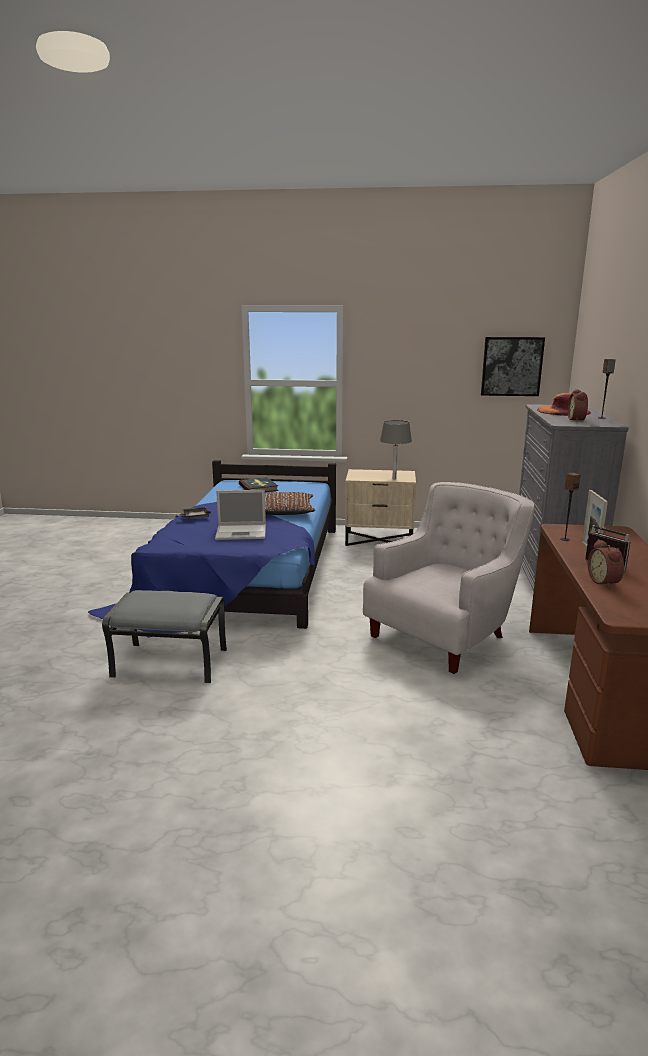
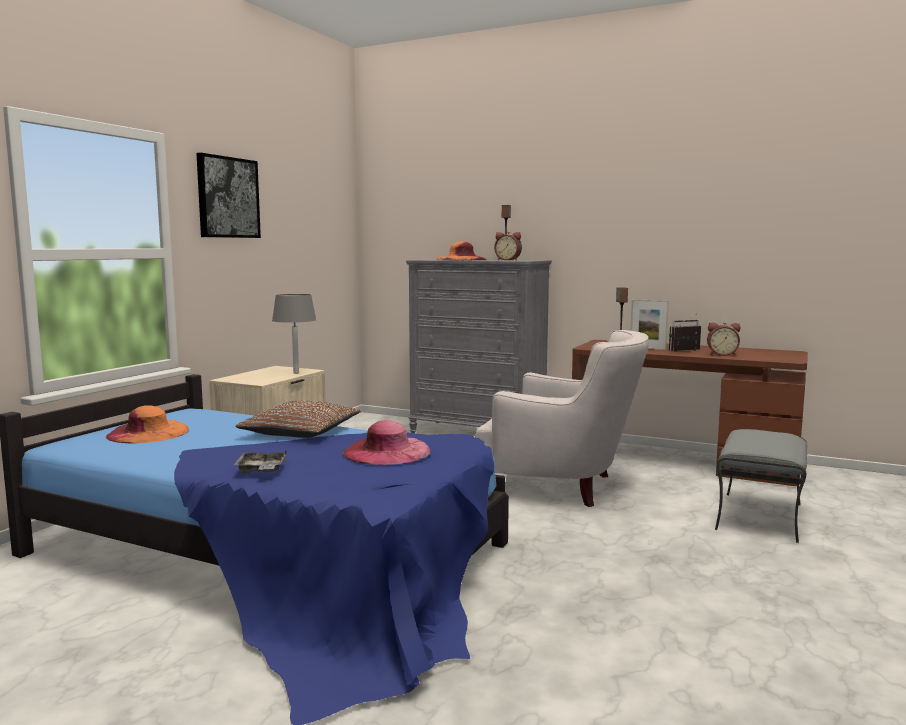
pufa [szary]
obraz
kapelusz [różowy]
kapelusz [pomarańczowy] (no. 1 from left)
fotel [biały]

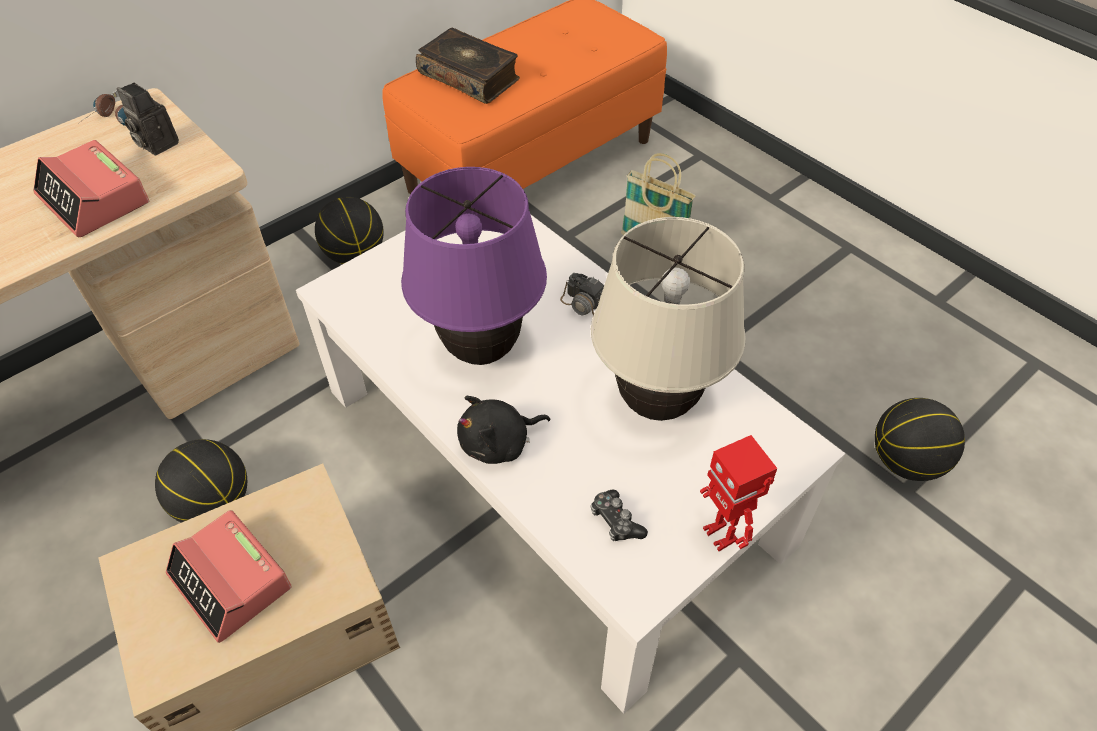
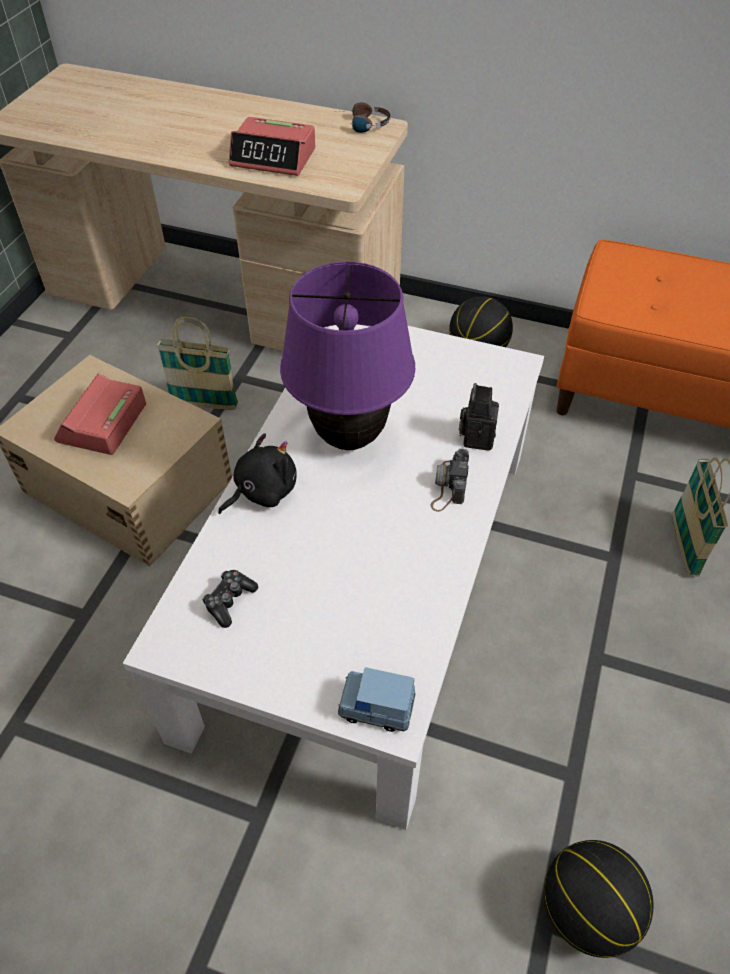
książka
lampa stołowa [beżowy]
robot zabawkowy
samochodzik [niebieski]
aparat fotograficzny (no. 2 from left)
koszyk (no. 1 from left)
budzik (no. 2 from left)
pluszak [czarny]

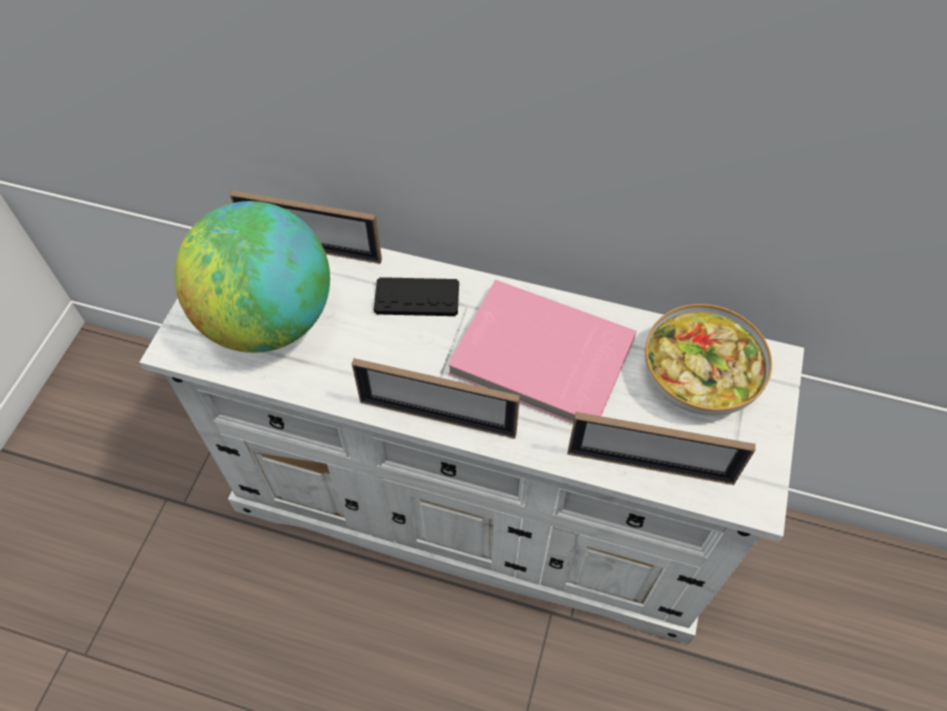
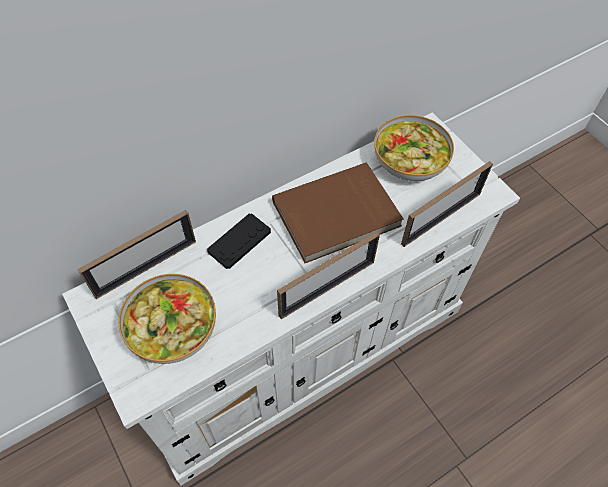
miska (no. 1 from left)
książka [brązowy]

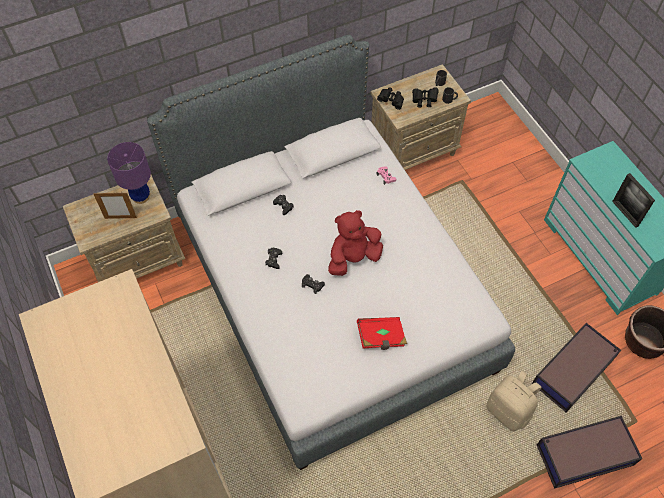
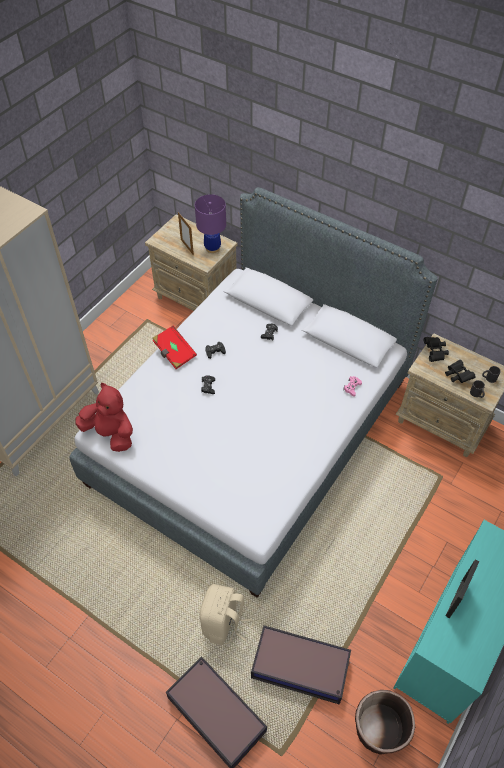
pluszak [czerwony]
książka [czerwony]

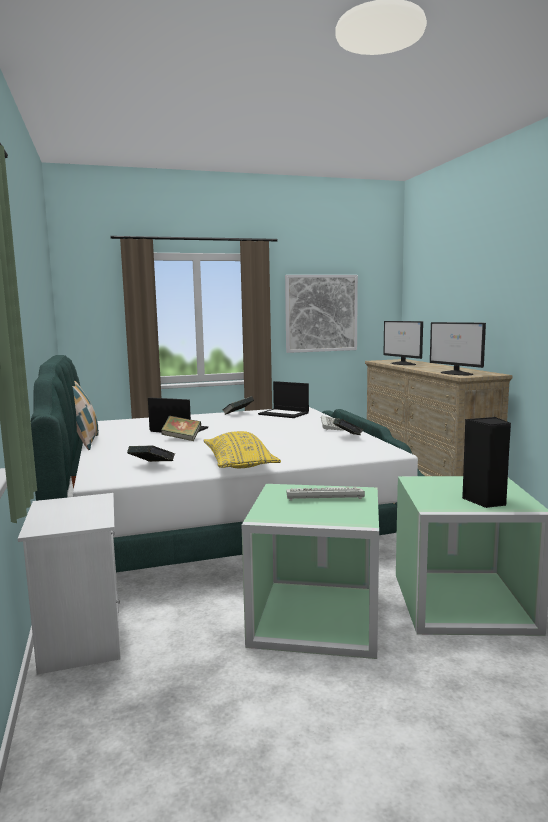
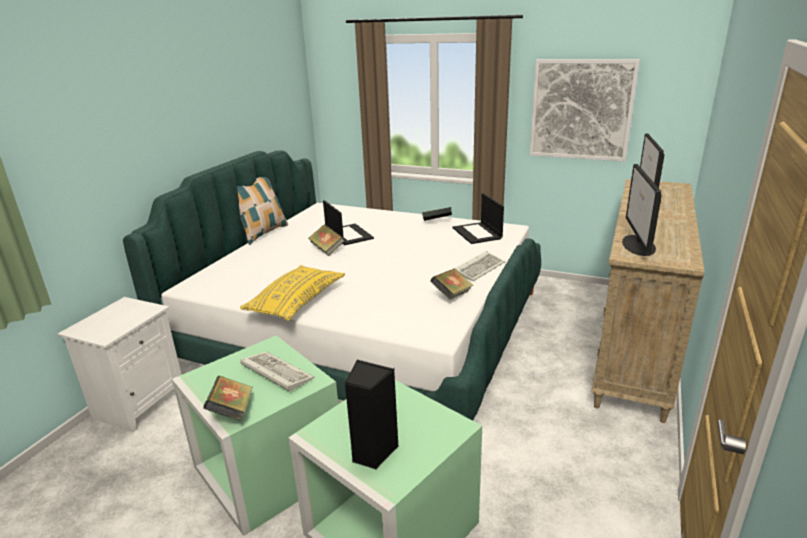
książka (no. 1 from left)

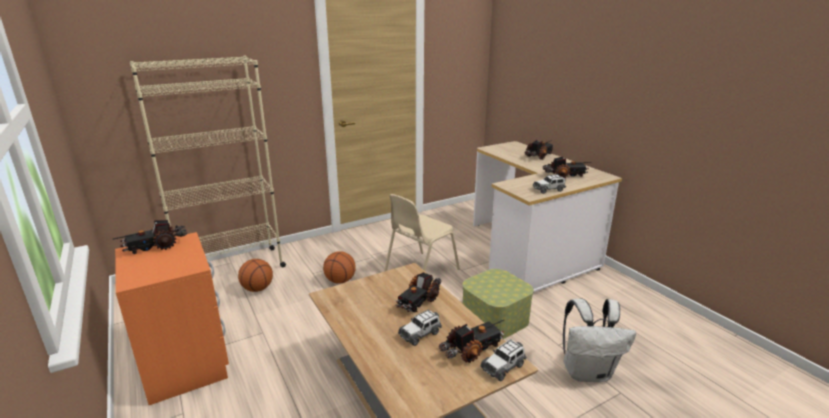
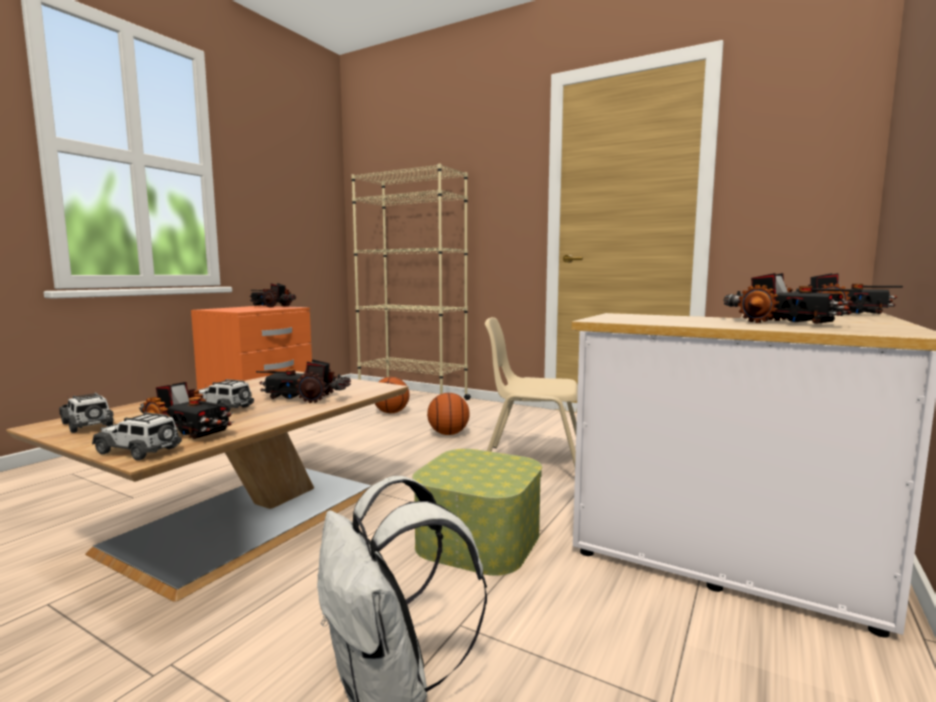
samochodzik (no. 1 from left)

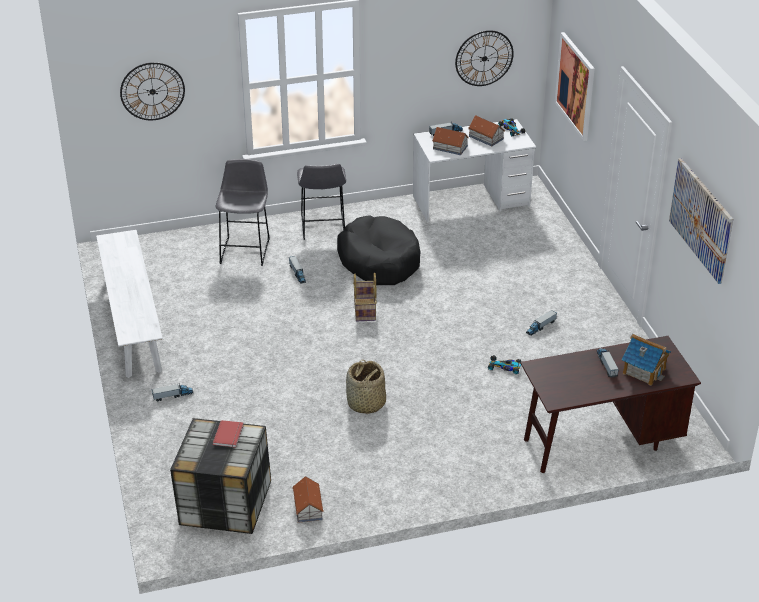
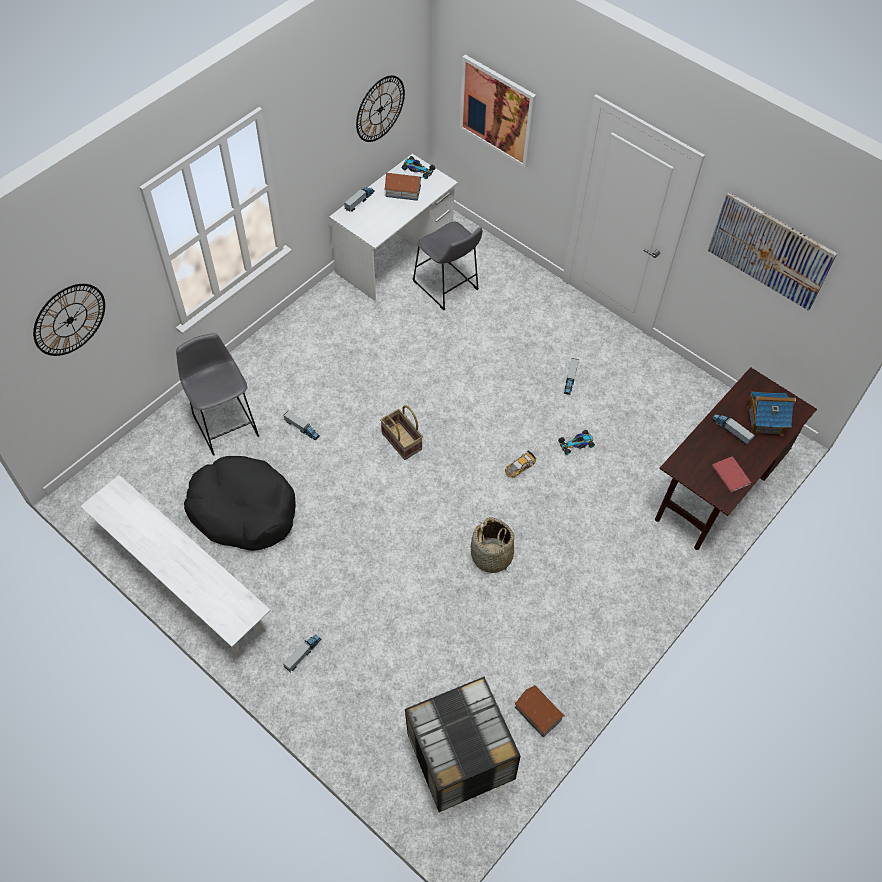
domek (no. 2 from left in the first image)
samochodzik (no. 2 from left)
książka [czerwony]
stołek [szary] (no. 2 from left)
legowisko [czarny]

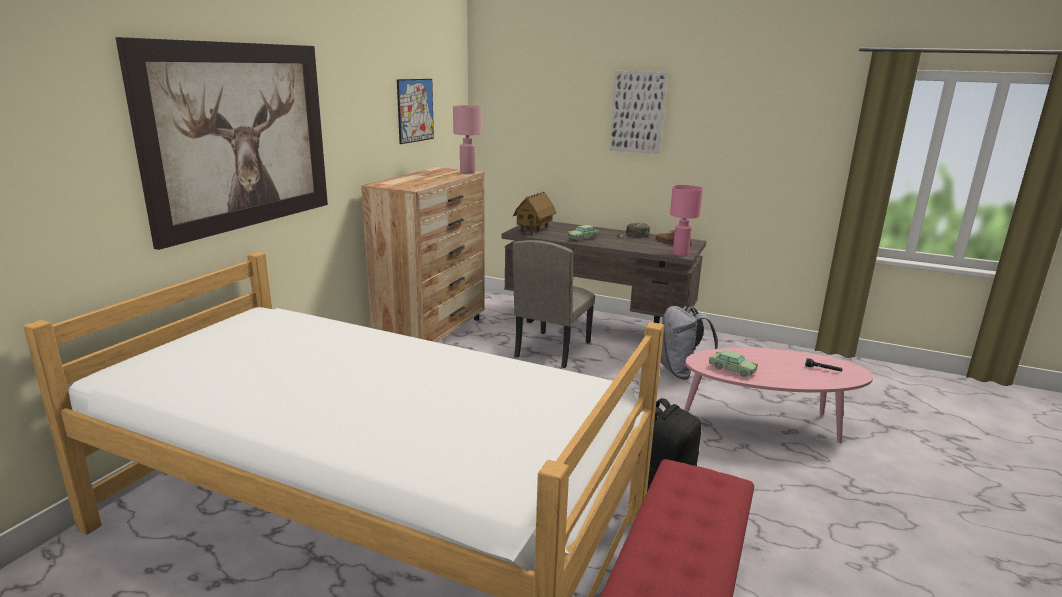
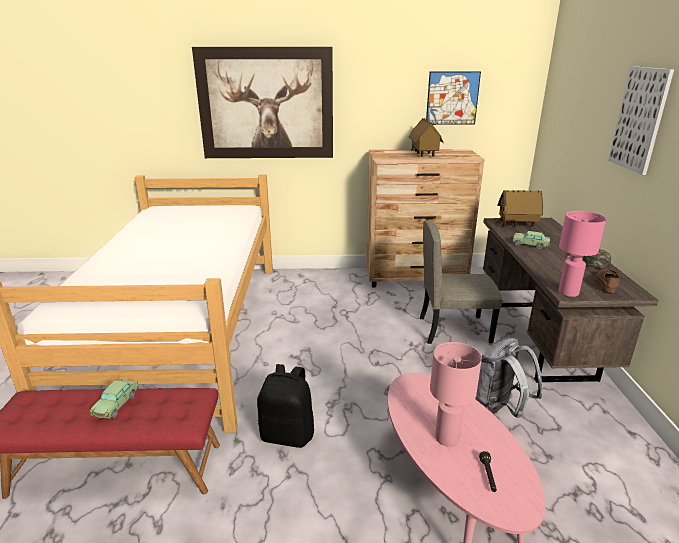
domek (no. 1 from left)
lampa stołowa [różowy] (no. 1 from left)
samochodzik (no. 1 from left)

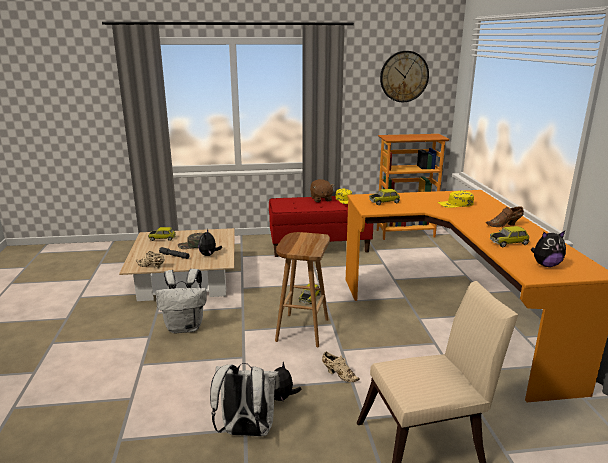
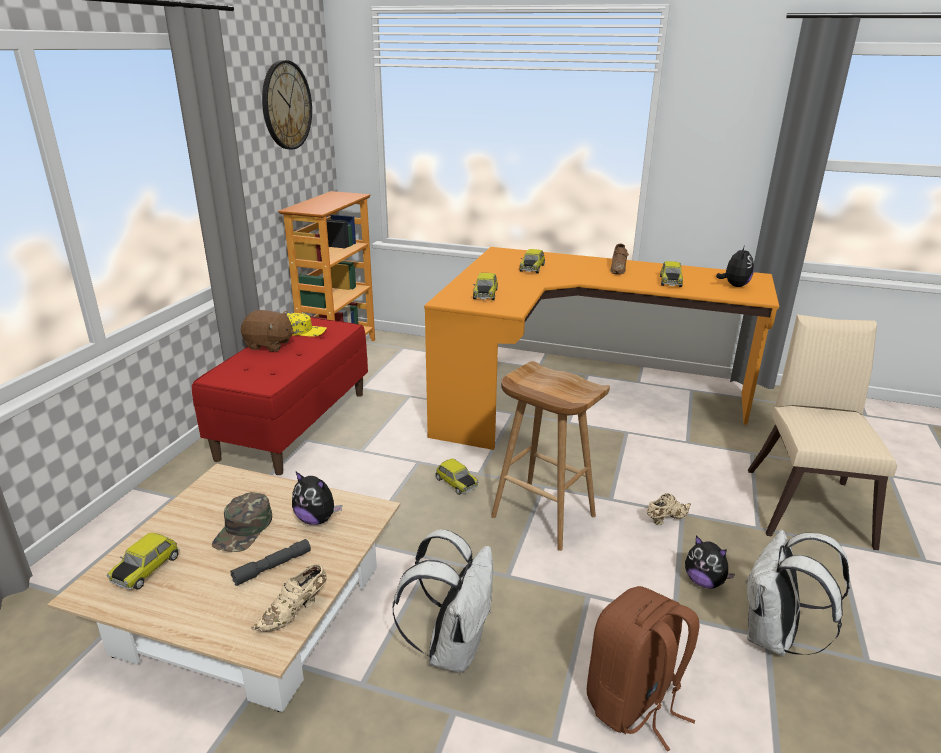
plecak [brązowy]
samochodzik (no. 4 from left)

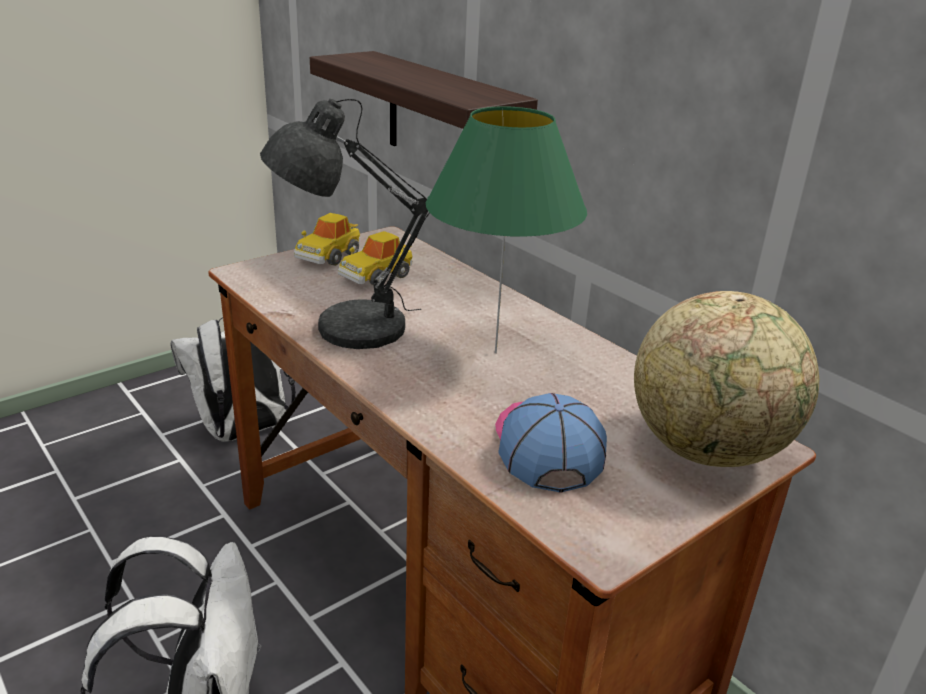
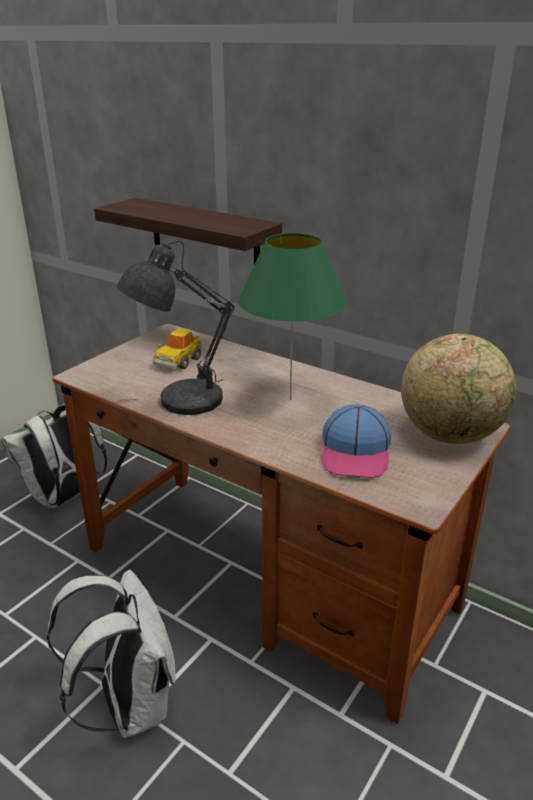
samochodzik (no. 1 from left in the first image)
czapka z daszkiem

